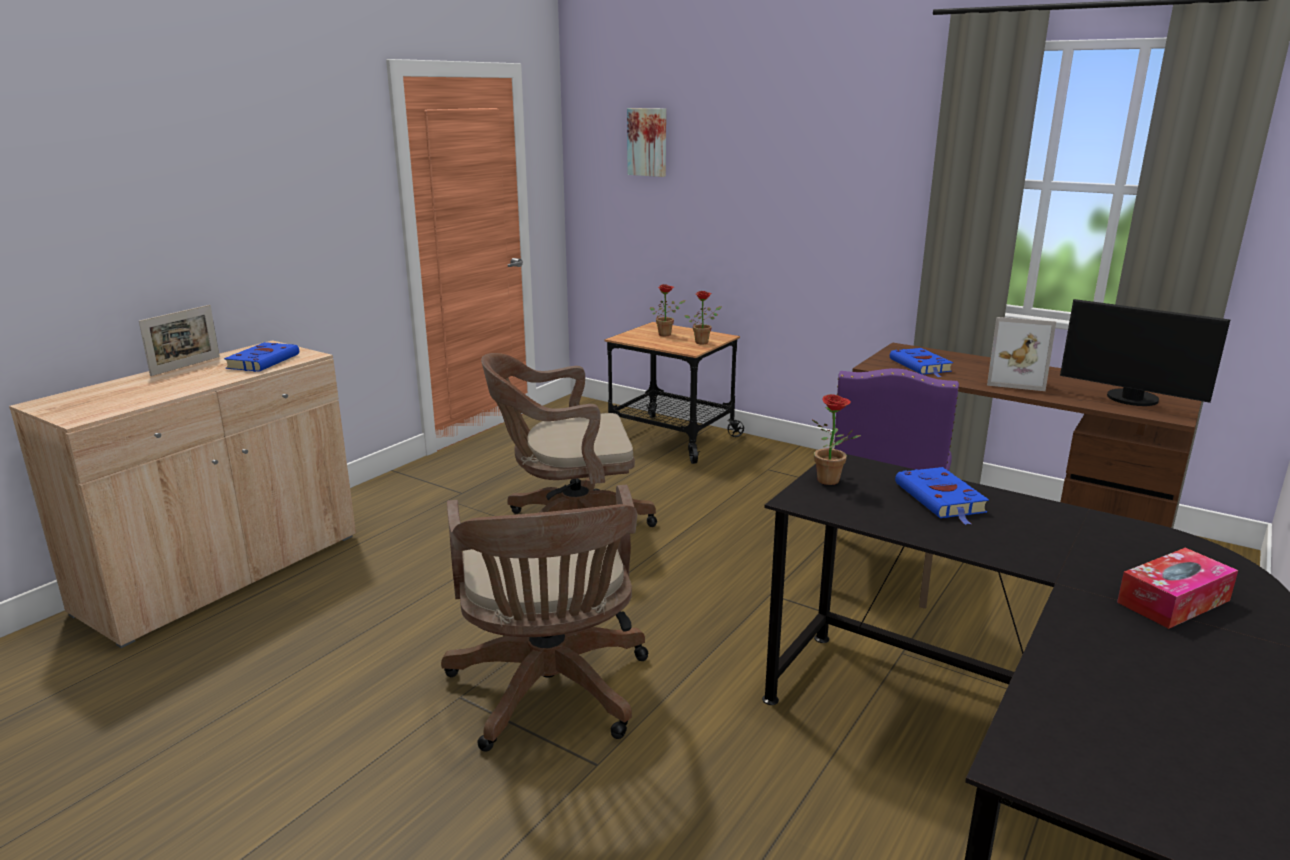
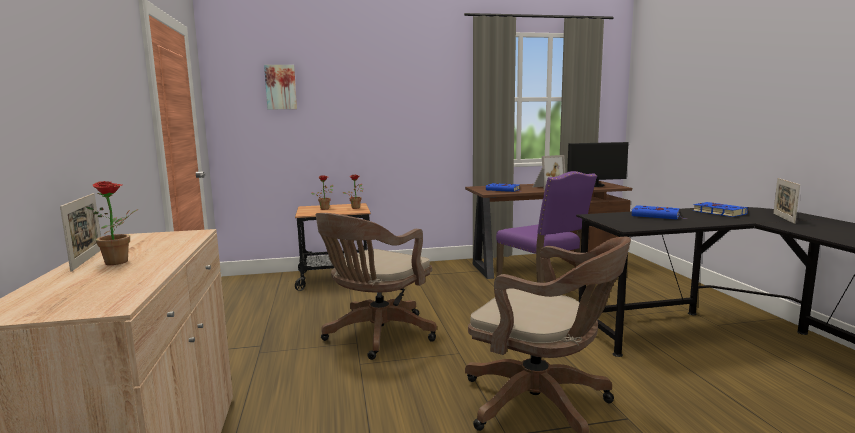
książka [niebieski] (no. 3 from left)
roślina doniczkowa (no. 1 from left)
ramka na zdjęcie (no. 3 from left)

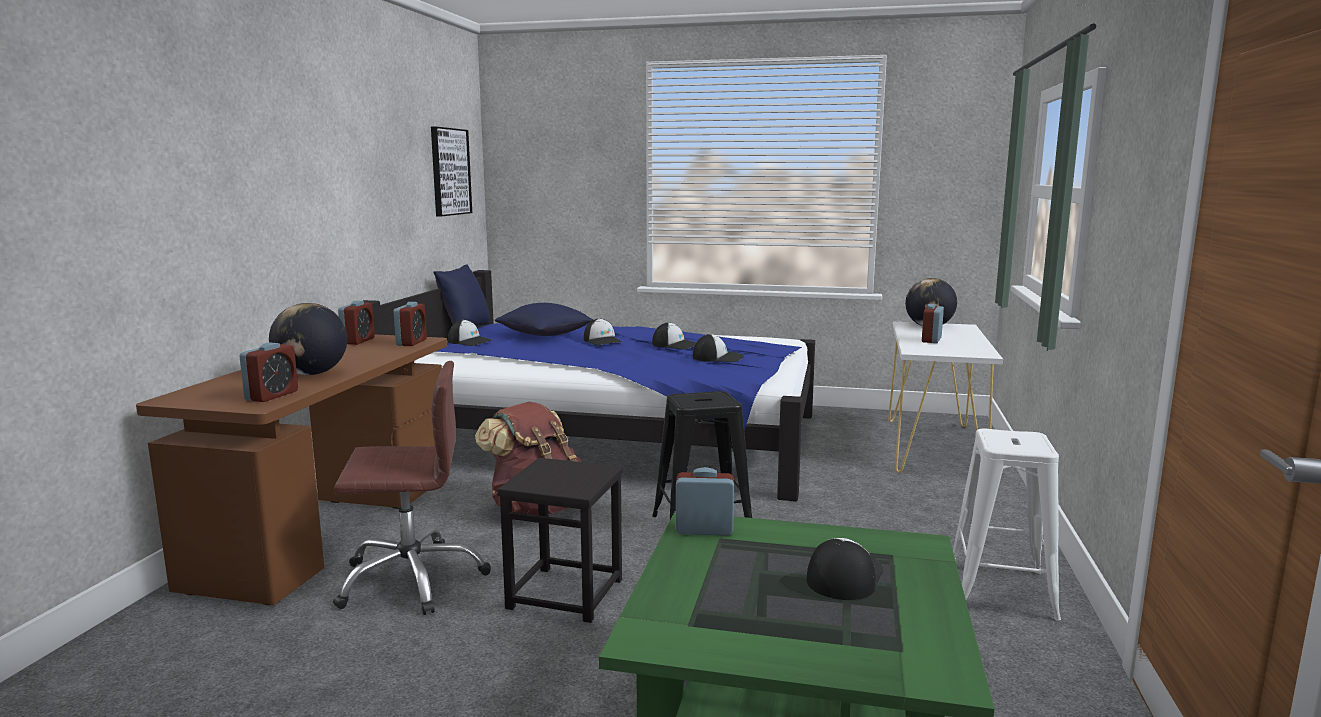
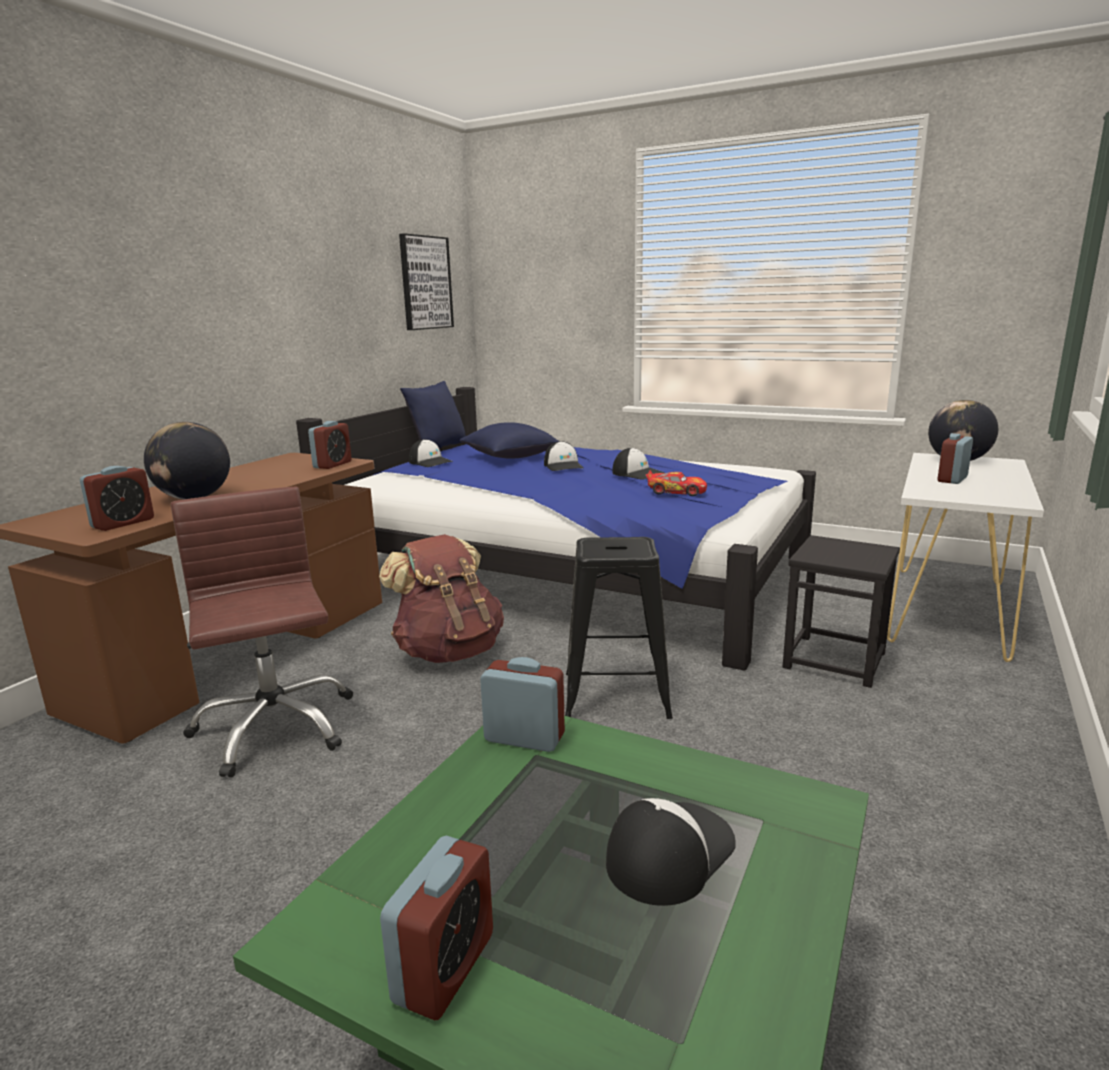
stołek [biały]
budzik (no. 3 from left)
stołek [czarny] (no. 2 from left)
samochodzik
krzesło biurowe [brązowy]

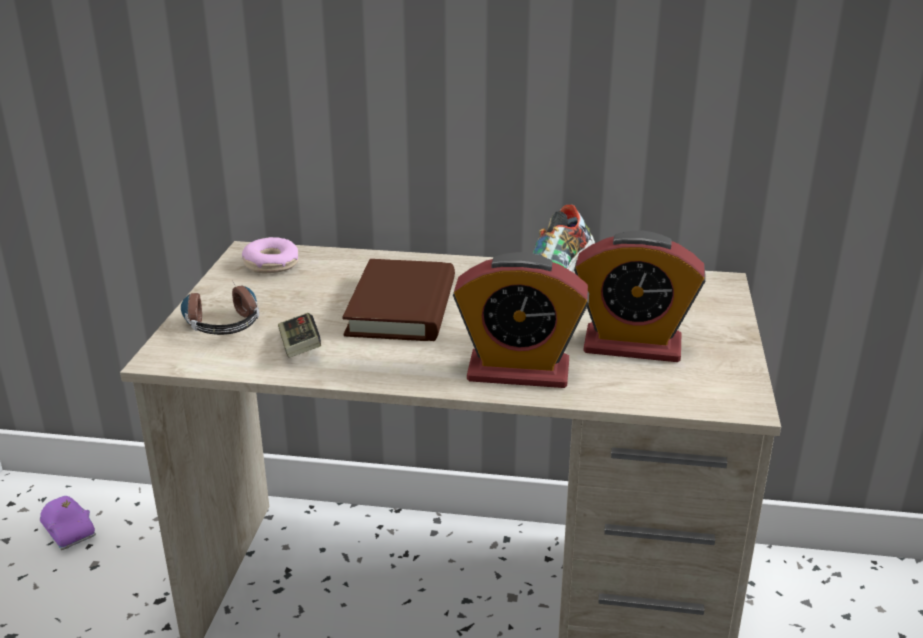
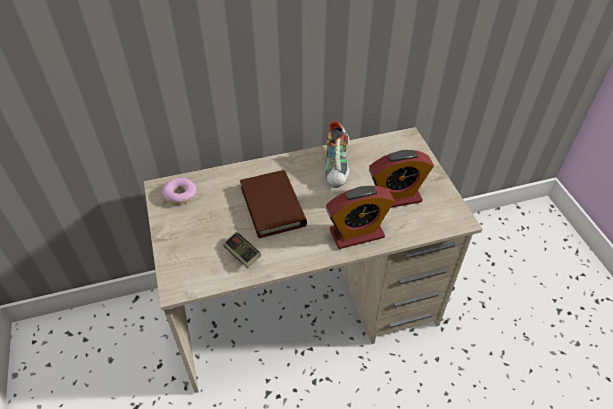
samochodzik [fioletowy]
słuchawki

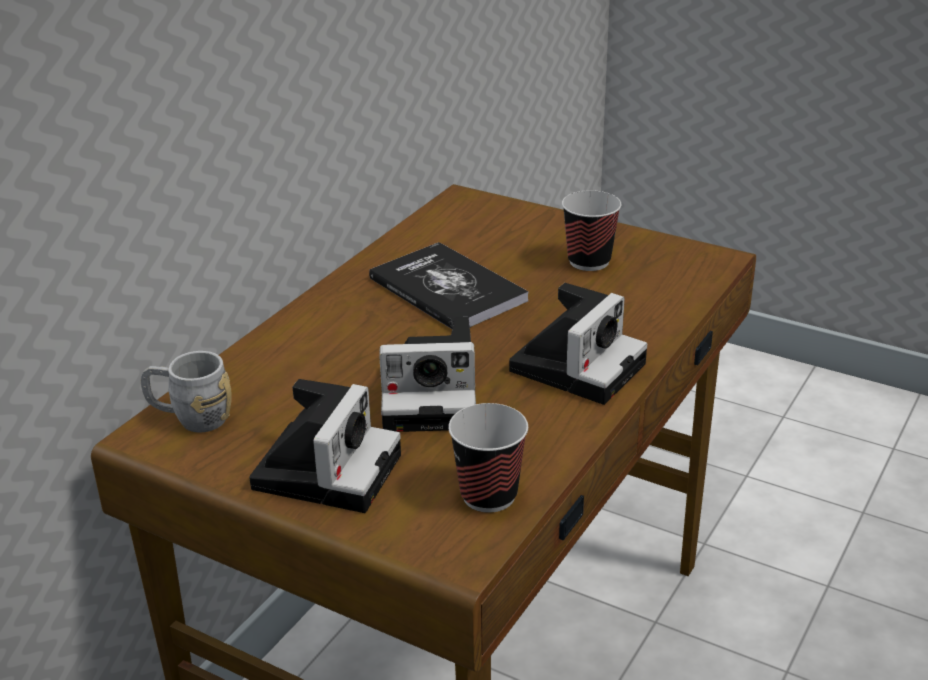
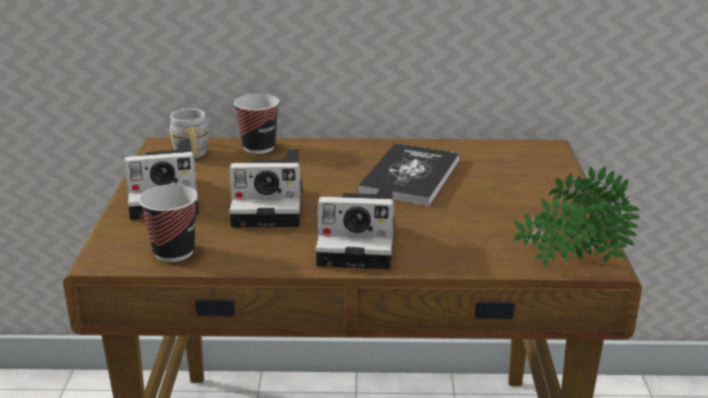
roślina doniczkowa
filiżanka (no. 2 from left)
aparat fotograficzny (no. 2 from left)

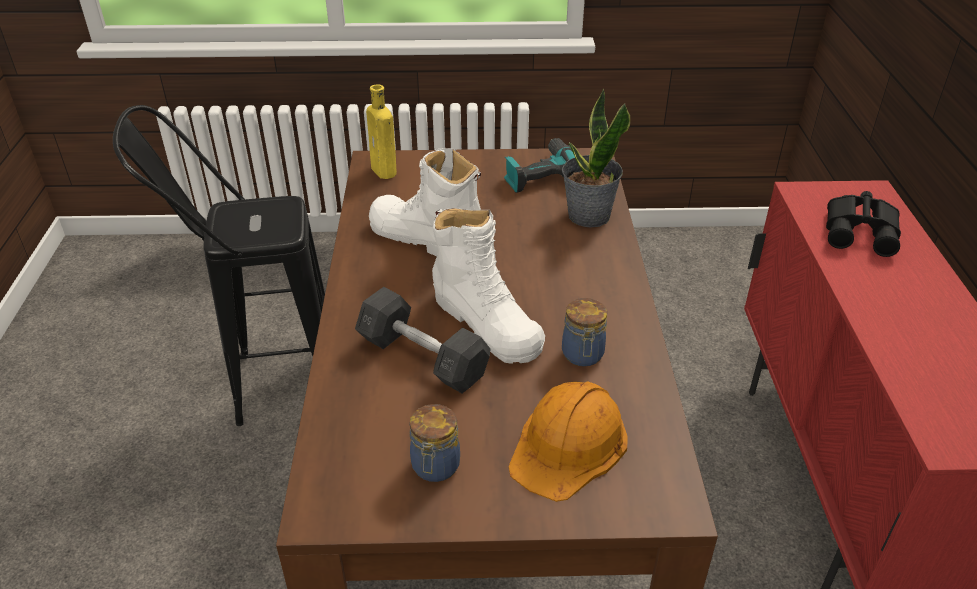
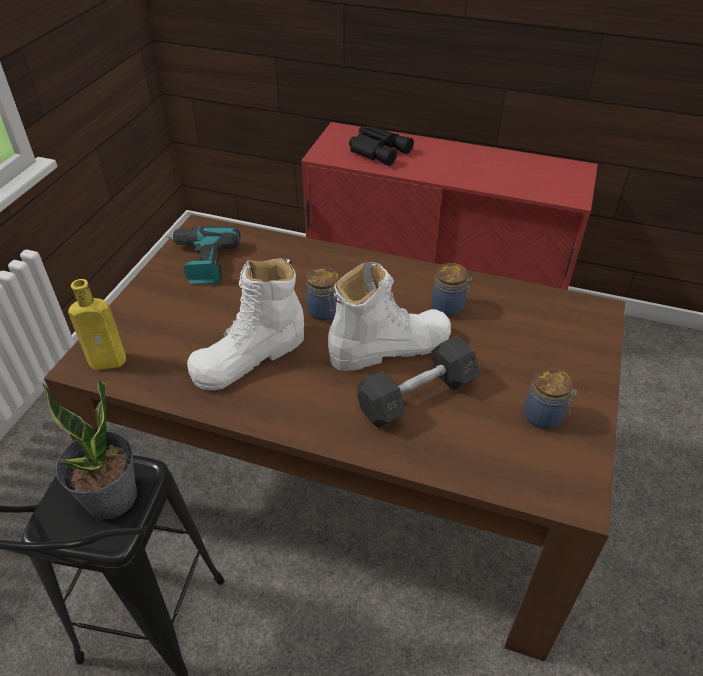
kask [pomarańczowy]
słoik (no. 1 from left)
roślina doniczkowa

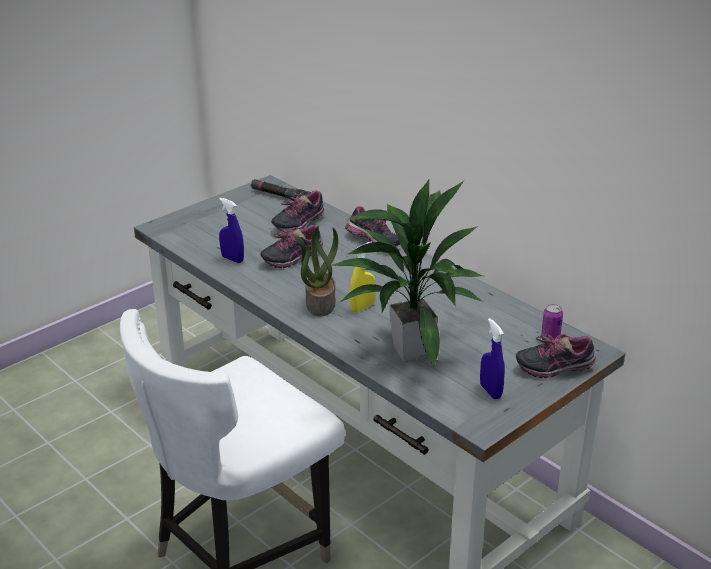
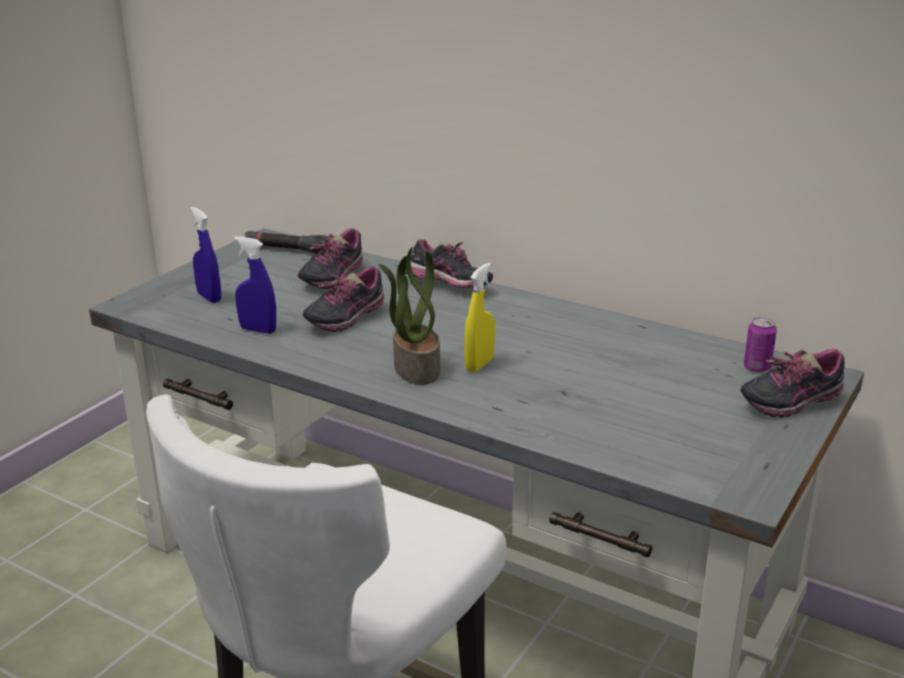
roślina doniczkowa (no. 2 from left in the first image)
spryskiwacz [niebieski] (no. 1 from left)

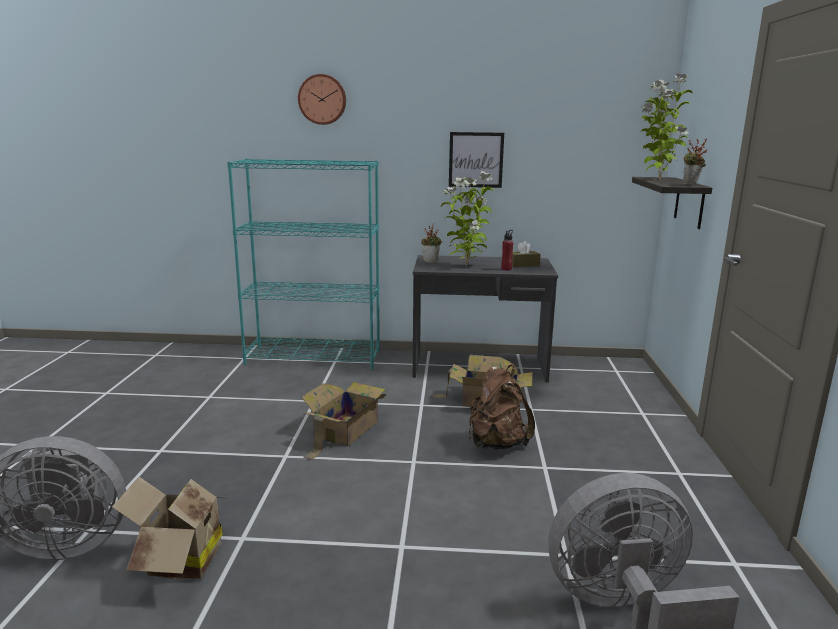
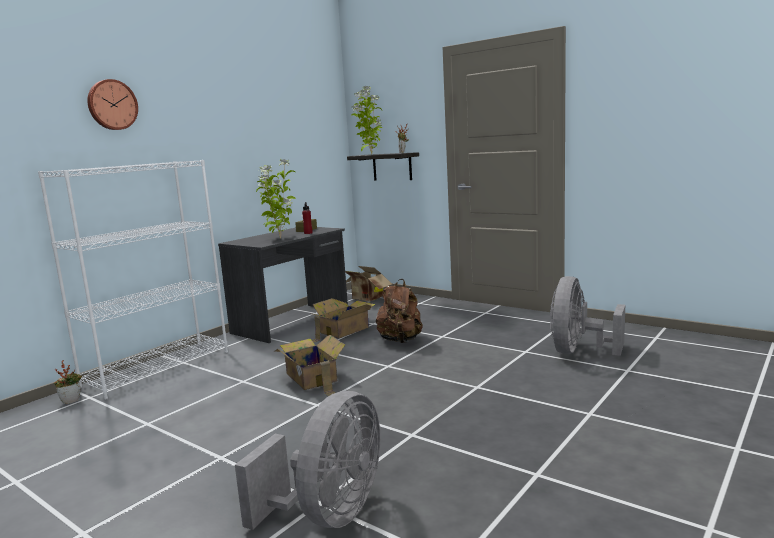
obraz
karton (no. 3 from left)
roślina doniczkowa (no. 1 from left)
regał [biały]

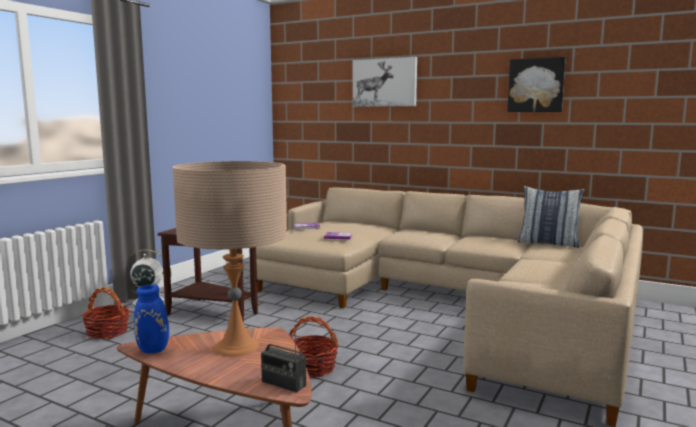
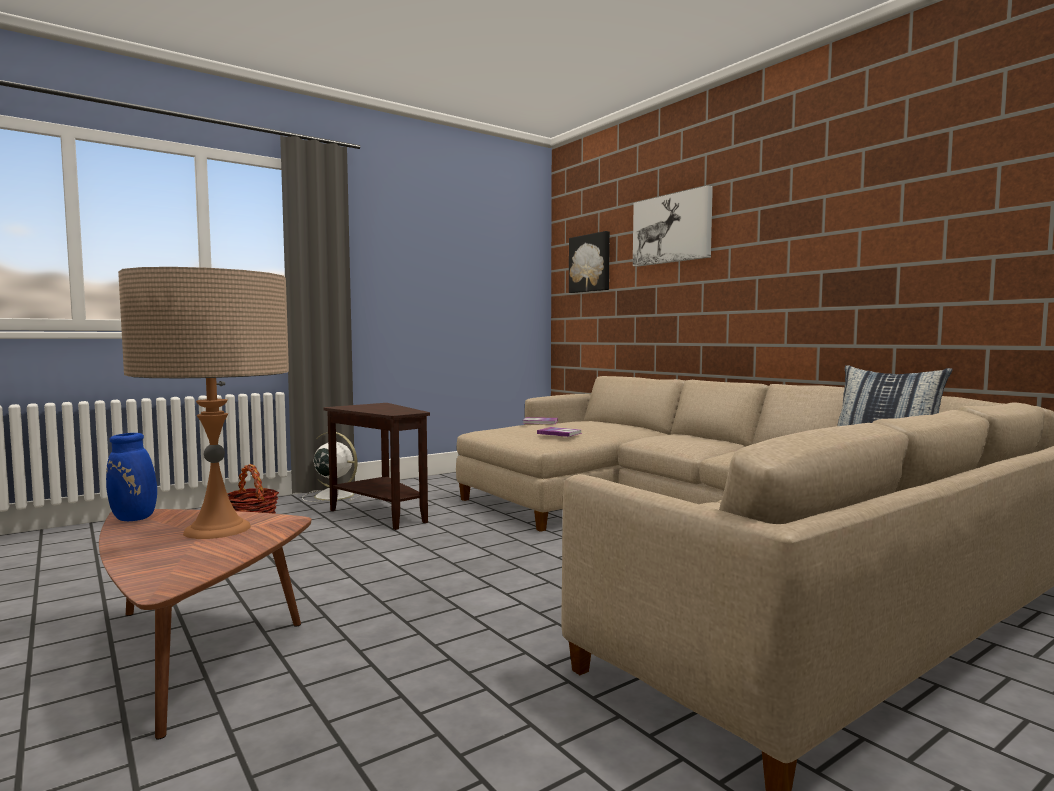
radio
koszyk (no. 2 from left in the first image)
obraz (no. 1 from left)

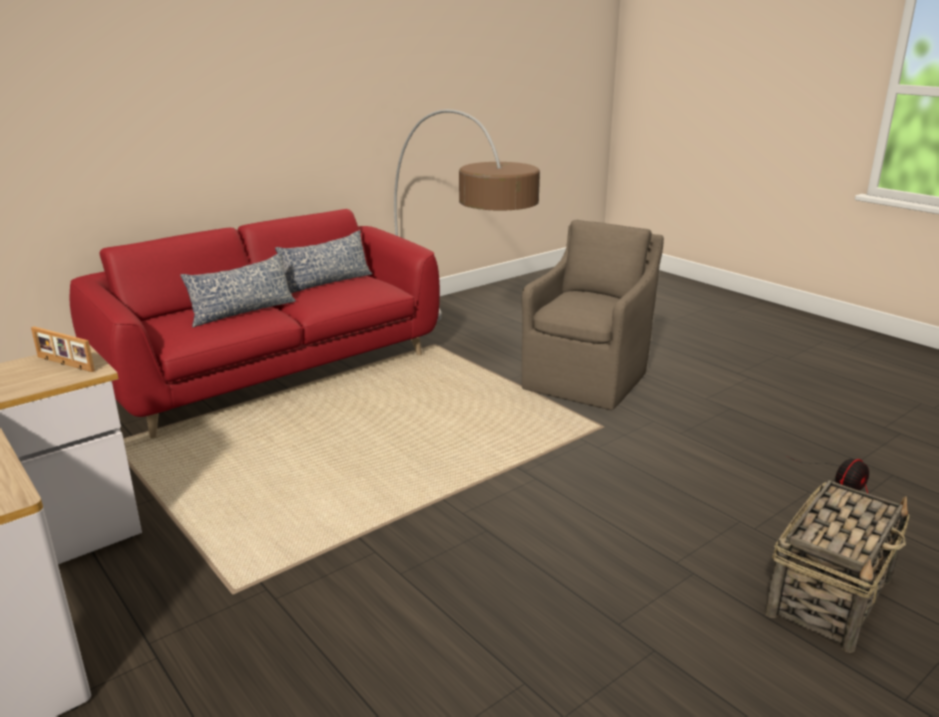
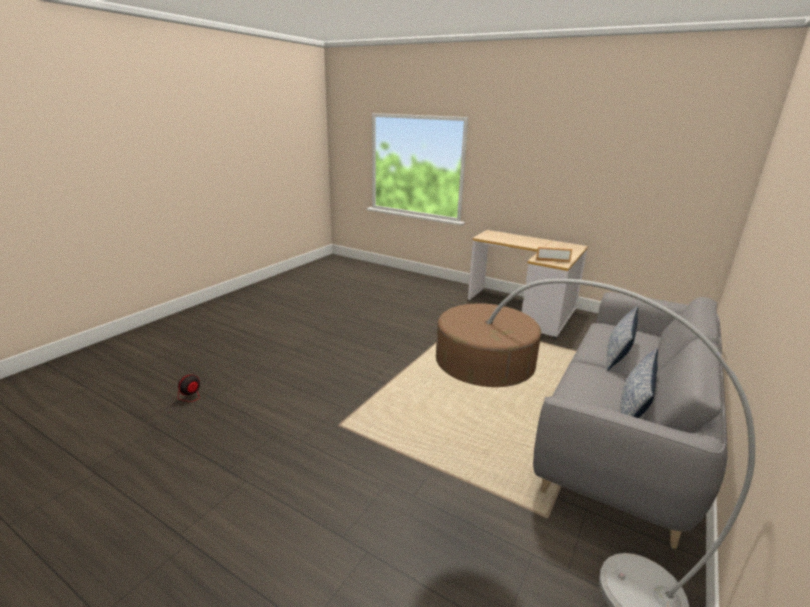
fotel [brązowy]
koszyk
kanapa [szary]

